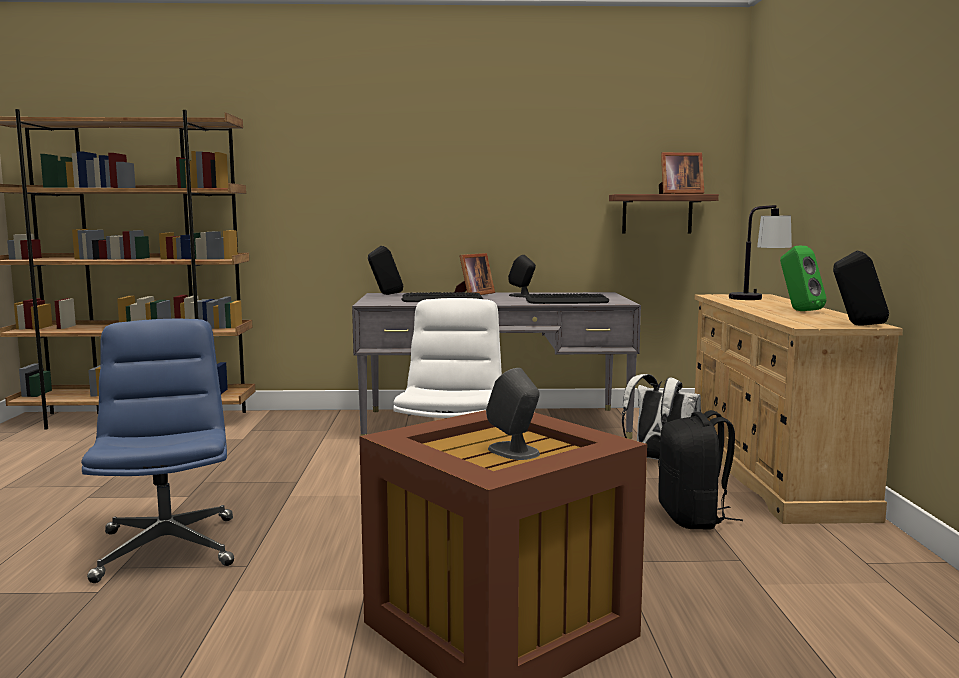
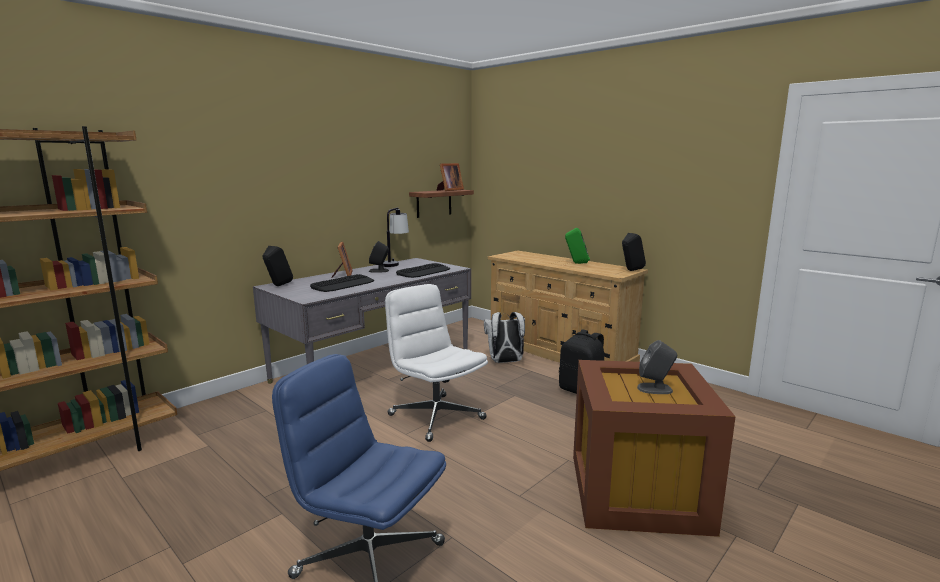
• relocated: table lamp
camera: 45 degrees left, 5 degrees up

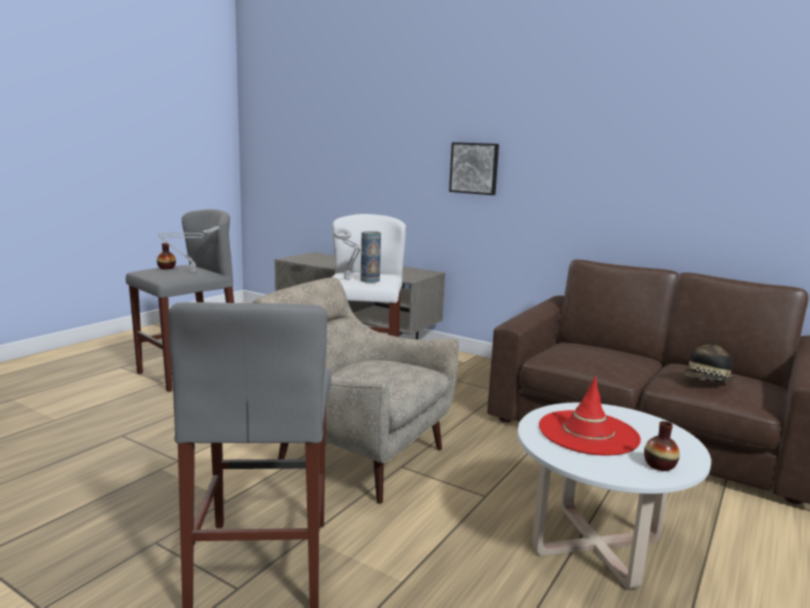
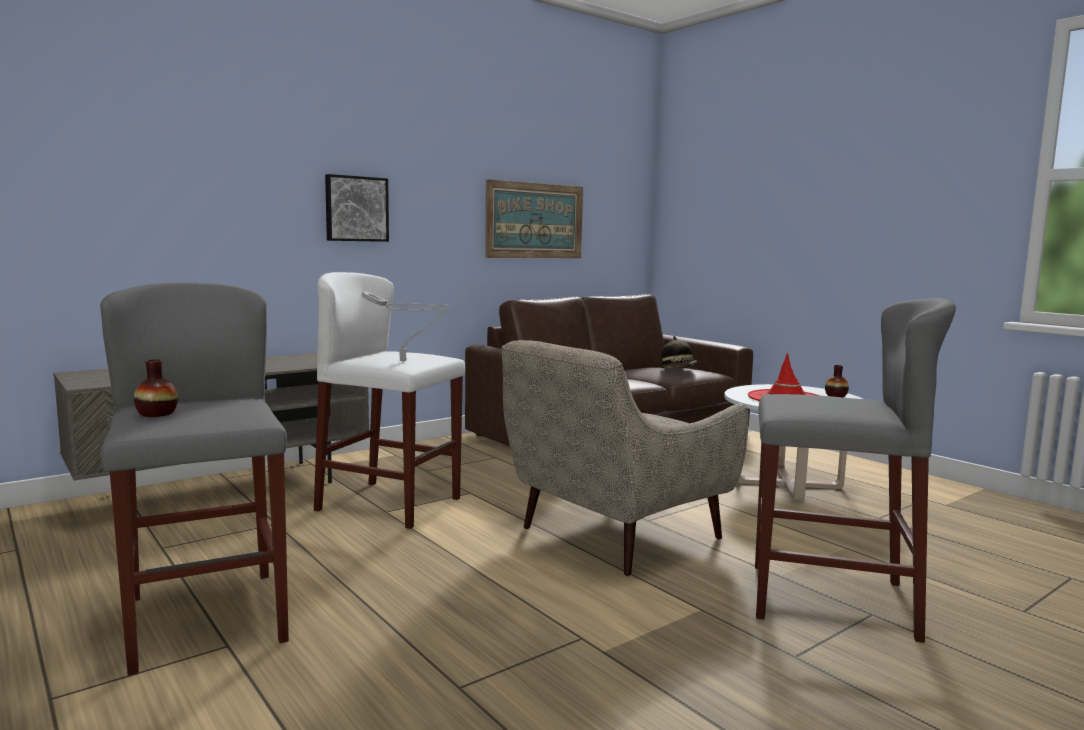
• missing: grey table lamp (no. 1 from left)
• missing: vase (no. 2 from left)
• appeared: picture (no. 2 from left)
camera: 70 degrees left, 5 degrees down

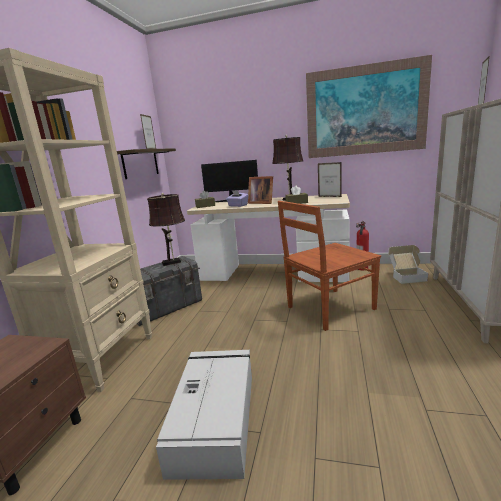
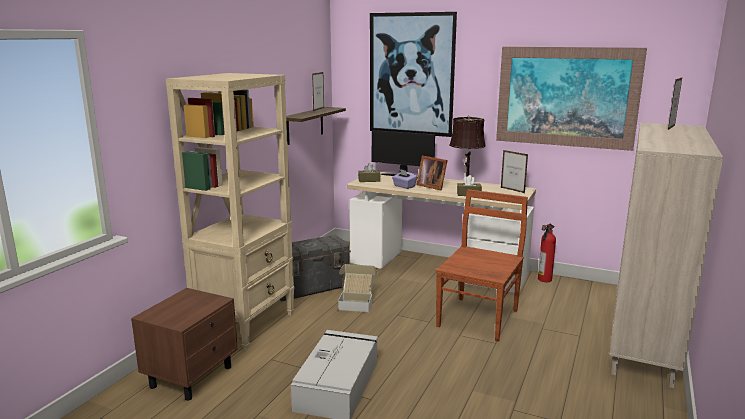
• missing: brown table lamp (no. 1 from left)
• appeared: picture (no. 1 from left)
• relocated: cardboard box
• spun: brown chair 135 degrees clockwise
camera: 10 degrees right, 0 degrees up

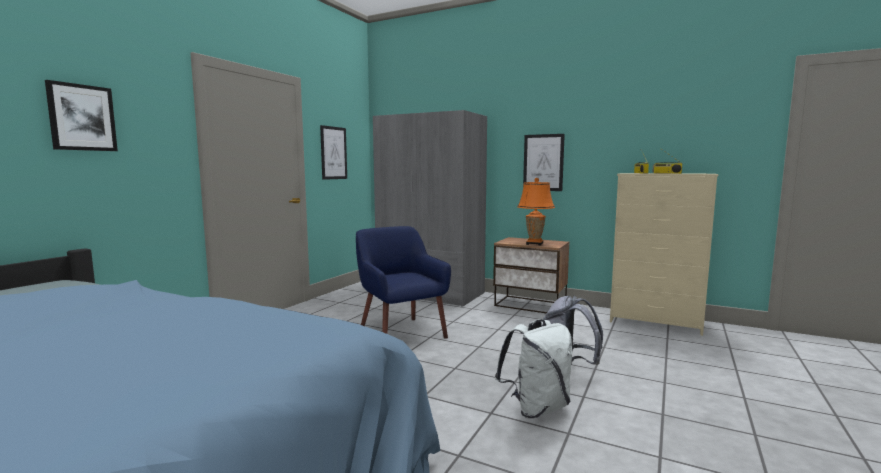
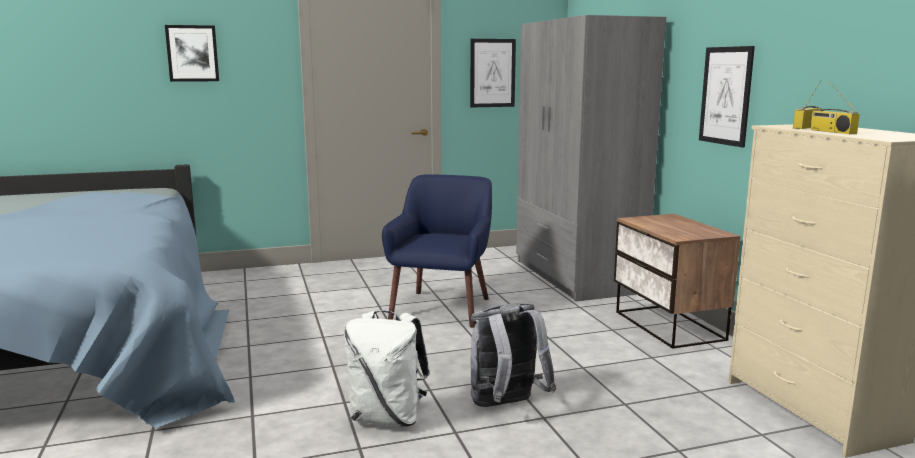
• missing: orange table lamp
camera: 45 degrees right, 5 degrees up

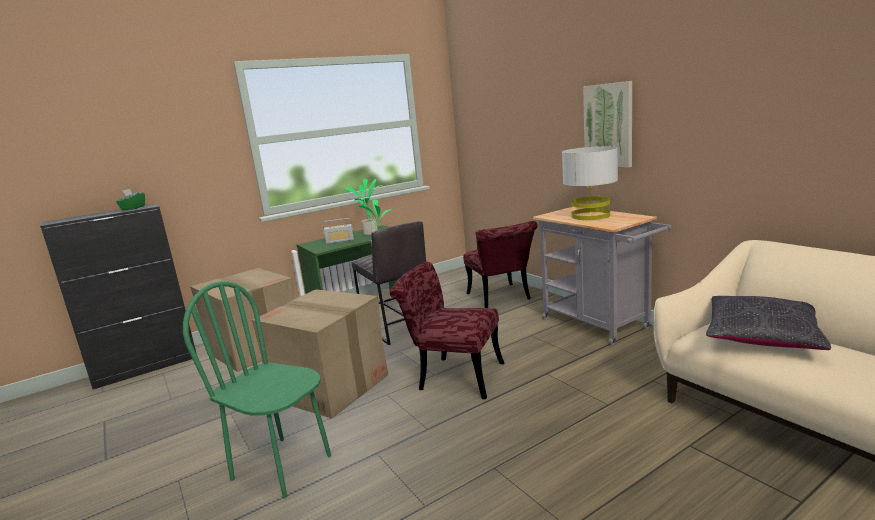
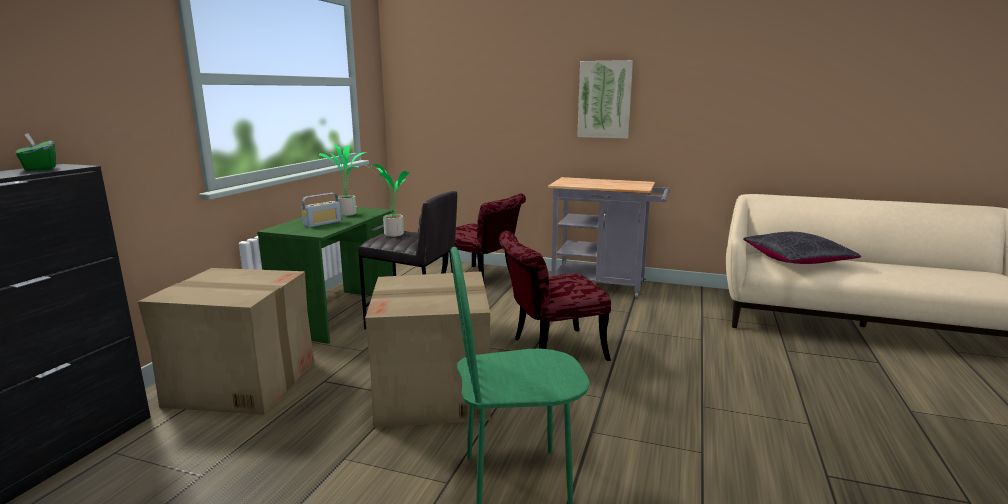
• missing: grey table lamp
camera: 40 degrees left, 0 degrees up

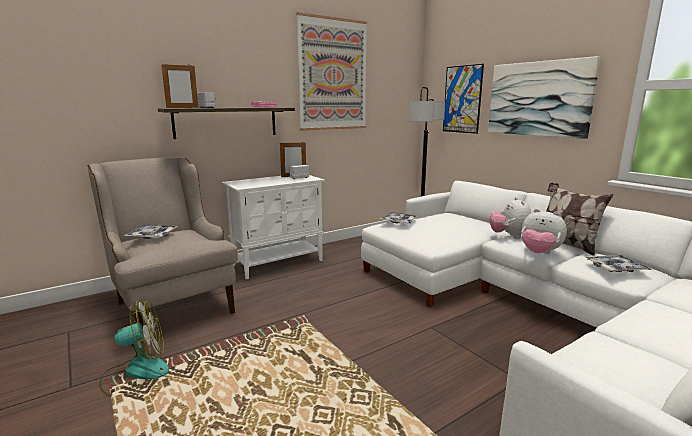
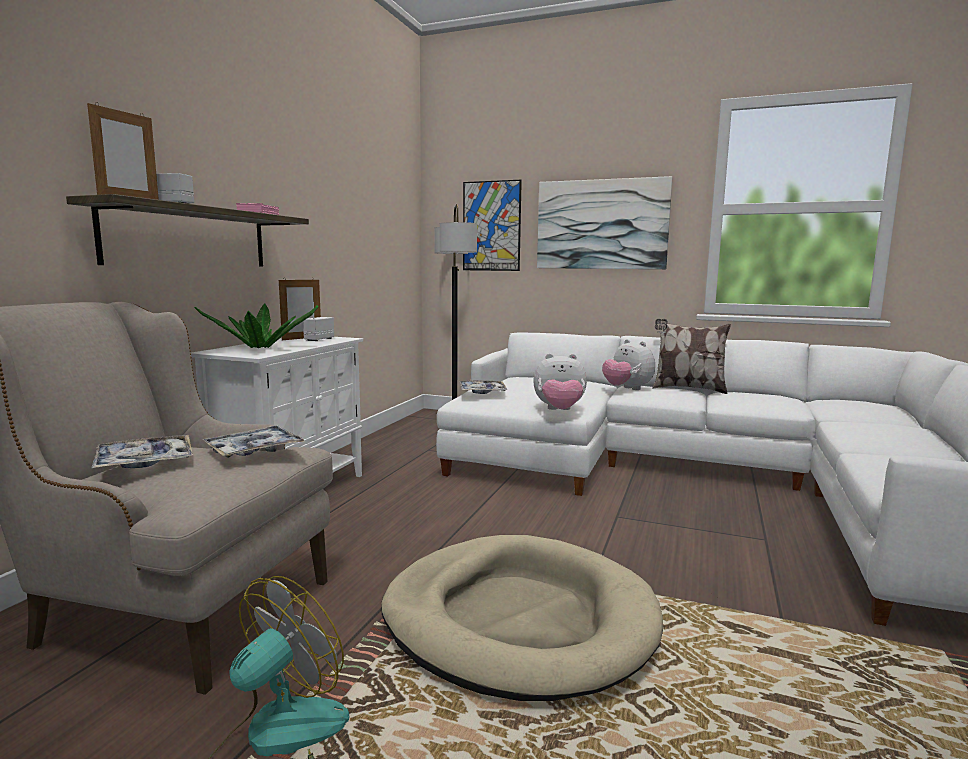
• missing: picture (no. 1 from left)
• appeared: potted plant
• appeared: beige dog bed
• relocated: plush toy (no. 2 from left in the first image) to plush toy (no. 1 from left)
• relocated: tray (no. 3 from left in the first image) to tray (no. 2 from left)
camera: 35 degrees left, 5 degrees down

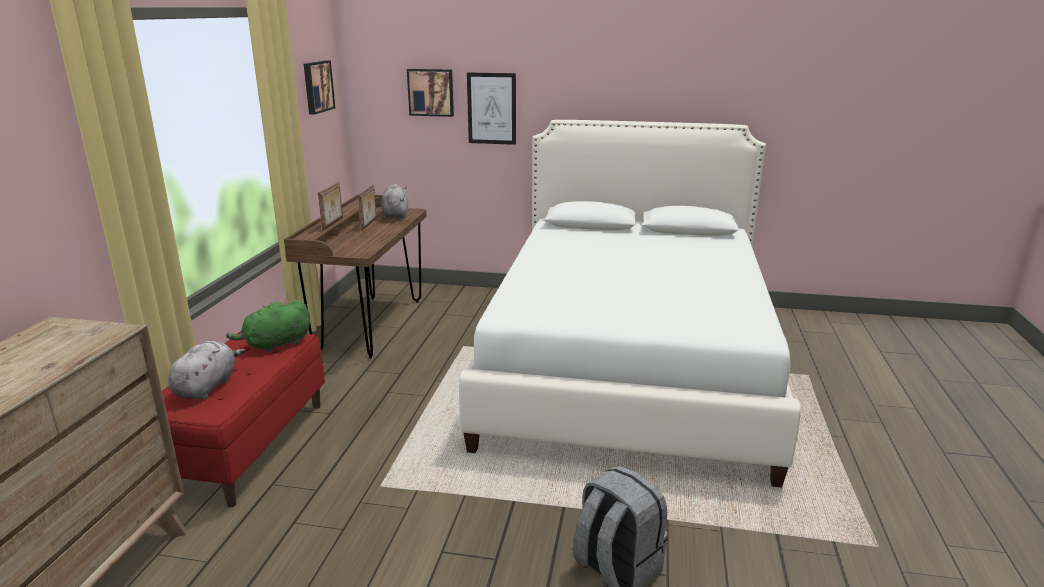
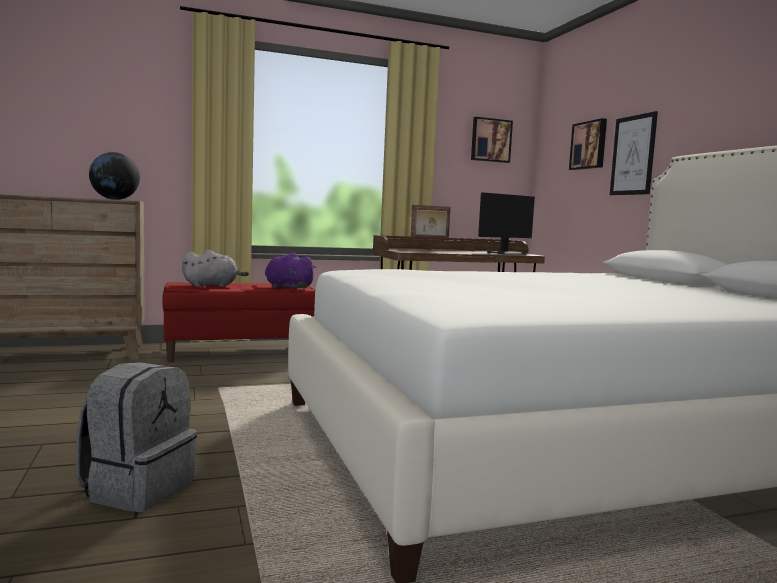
• missing: picture frame (no. 2 from left)
• appeared: globe
• exchanged: grey plush toy (no. 2 from left) to monitor
• colour: green plush toy to purple plush toy
camera: 60 degrees right, 15 degrees down

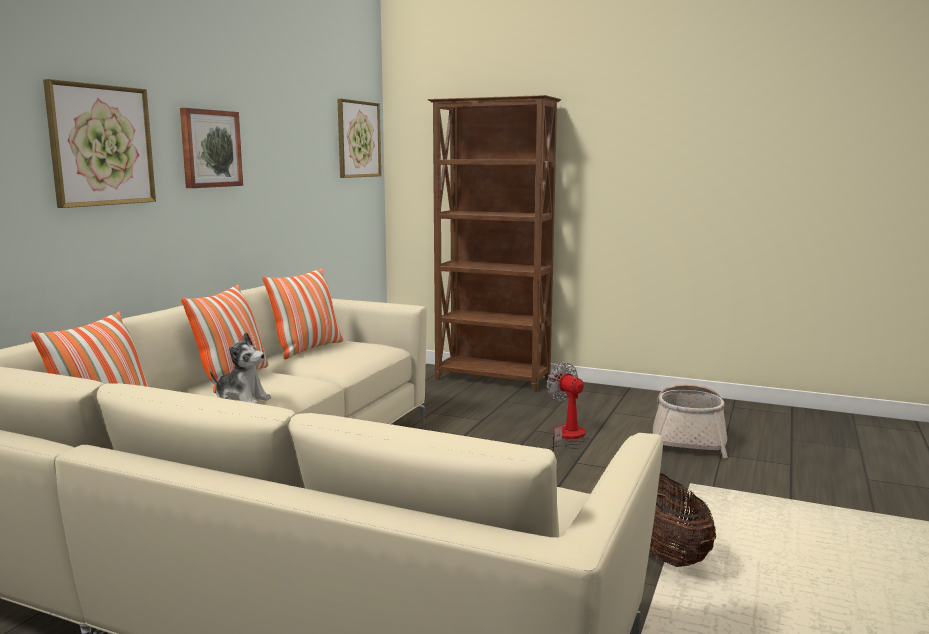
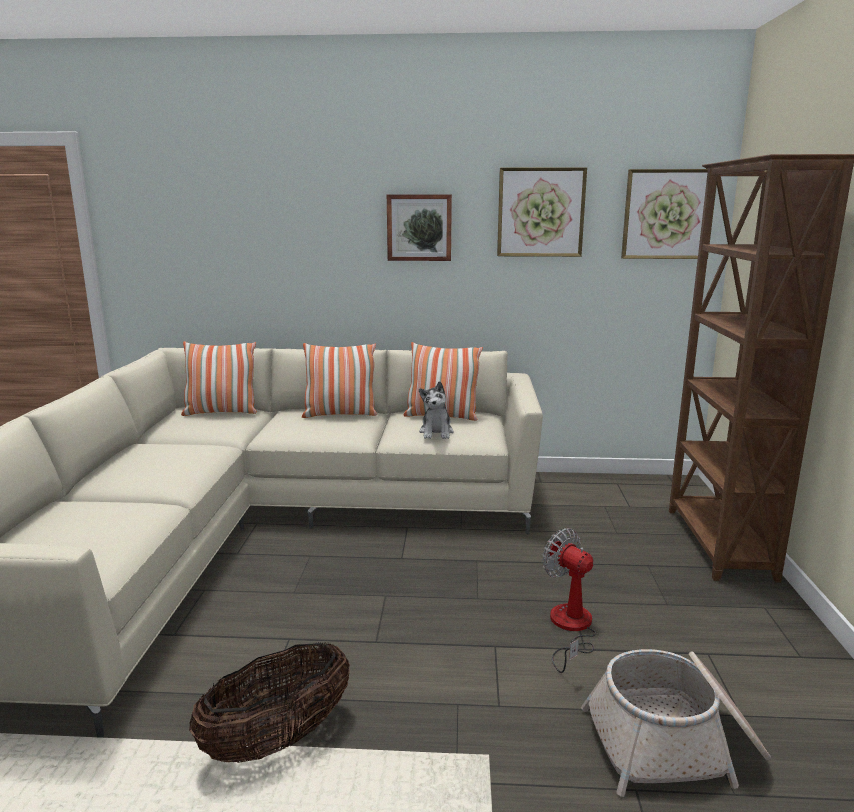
• relocated: picture (no. 1 from left in the first image) to picture (no. 2 from left)
• relocated: plush toy
• spun: fan 75 degrees counterclockwise
camera: 70 degrees right, 5 degrees up

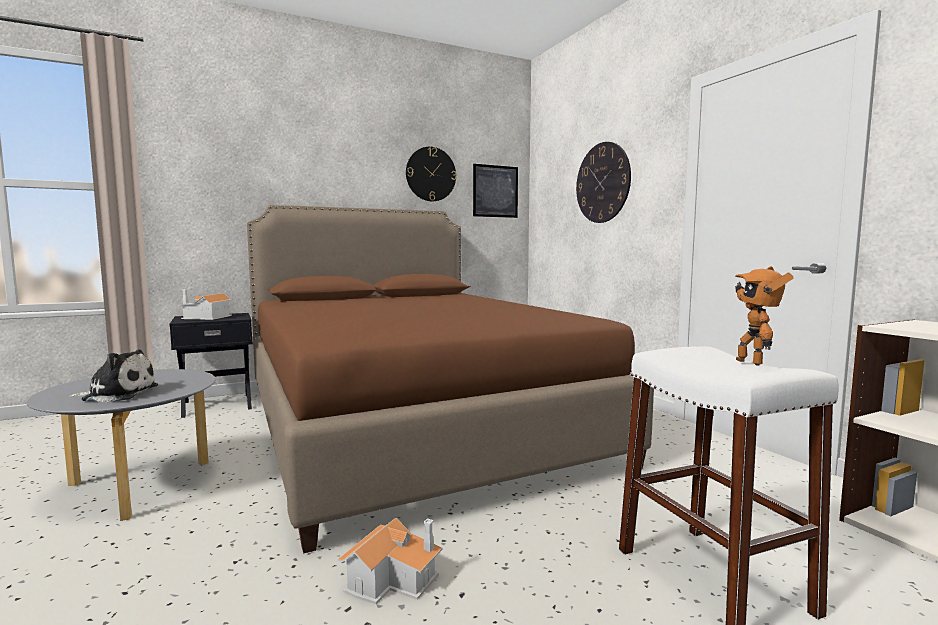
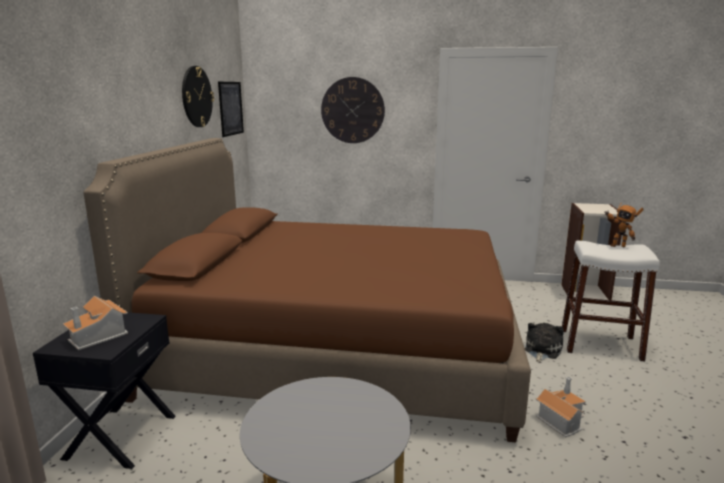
• relocated: plush toy
camera: 55 degrees left, 10 degrees up

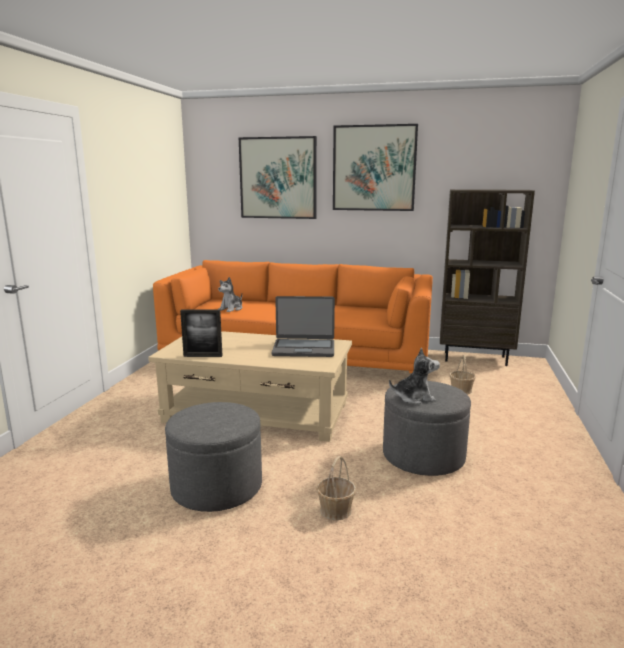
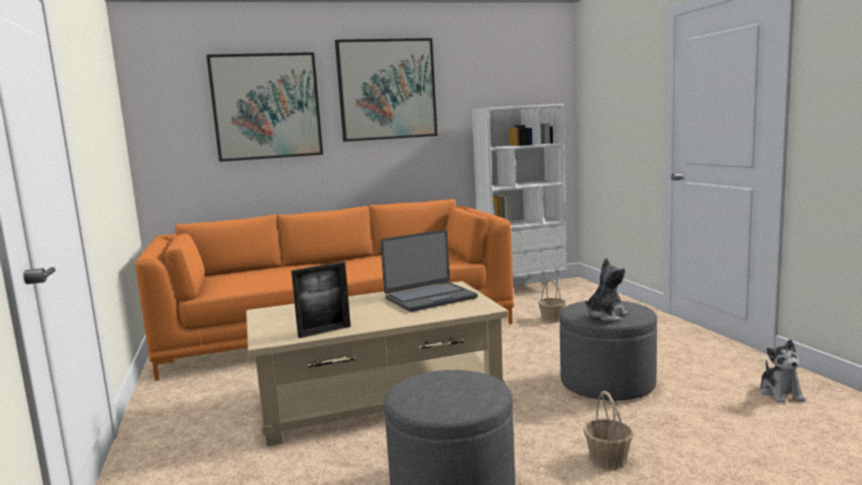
• relocated: plush toy (no. 1 from left in the first image) to plush toy (no. 2 from left)
• colour: brown bookcase to white bookcase
camera: 30 degrees left, 5 degrees down

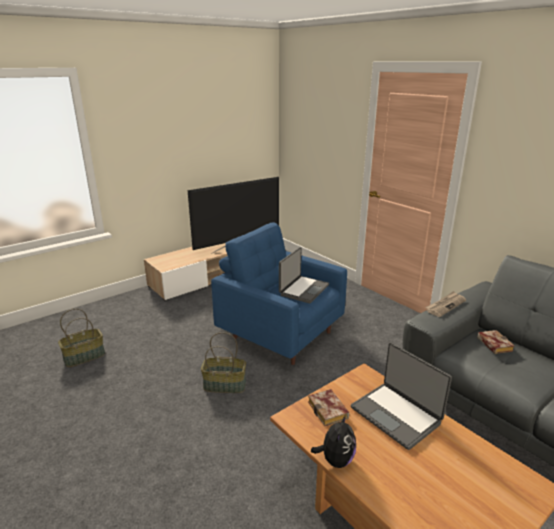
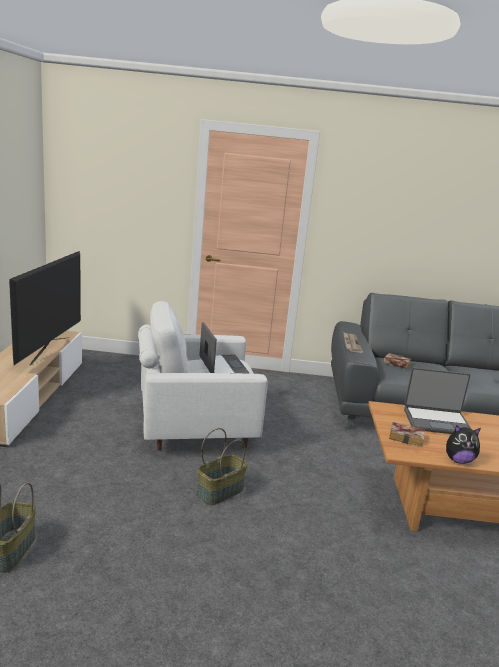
• colour: blue armchair to white armchair
• spun: plush toy 120 degrees clockwise
camera: 50 degrees left, 5 degrees down

